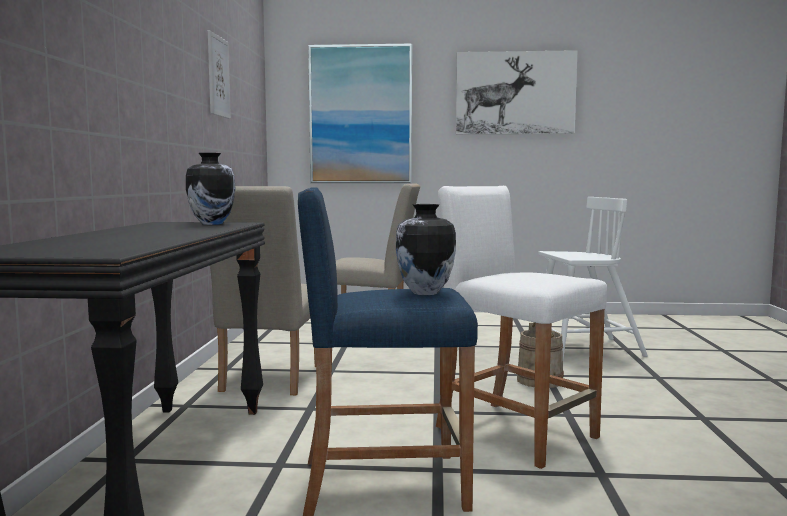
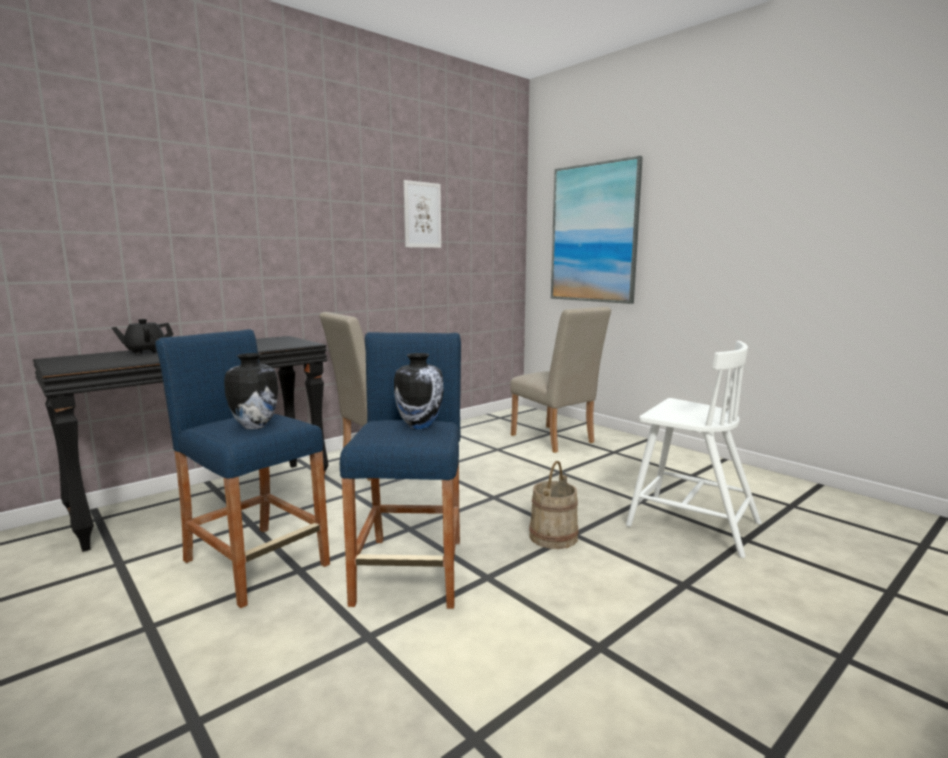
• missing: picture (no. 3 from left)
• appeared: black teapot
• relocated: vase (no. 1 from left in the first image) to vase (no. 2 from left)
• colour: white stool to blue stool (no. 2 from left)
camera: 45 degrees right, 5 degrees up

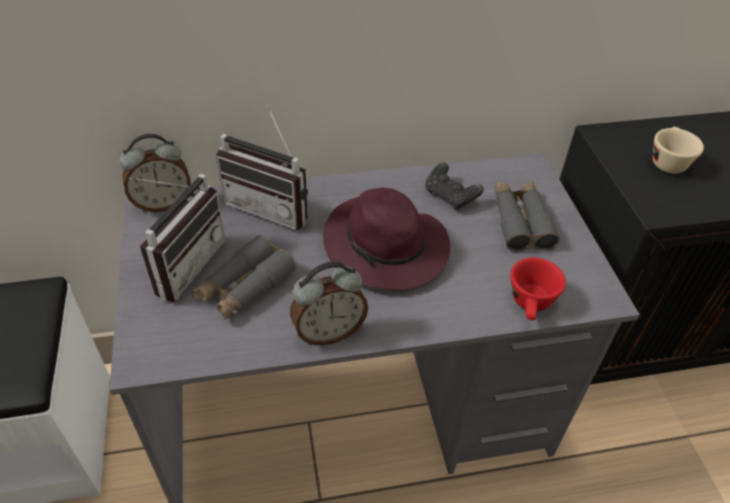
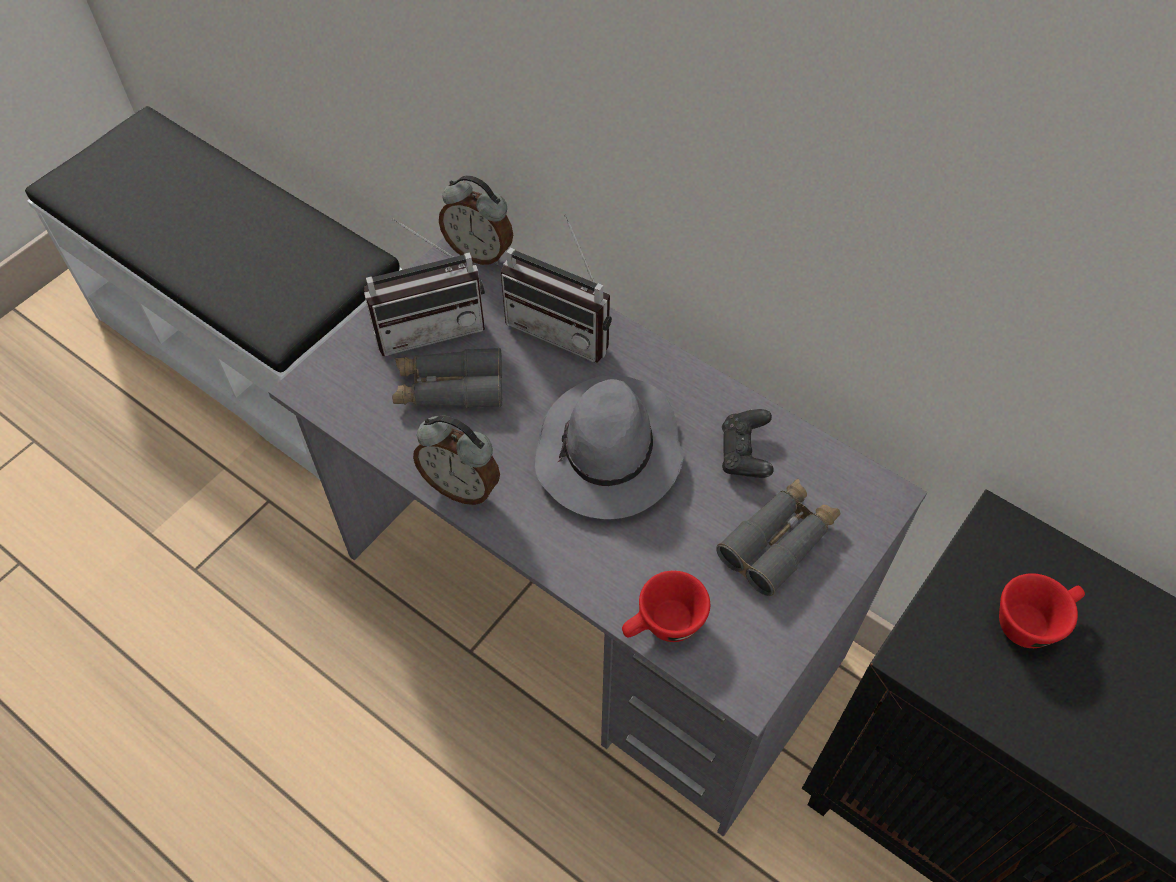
• colour: purple hat to grey hat
• colour: beige cup to red cup (no. 2 from left)
• spun: radio (no. 2 from left) 45 degrees counterclockwise
camera: 50 degrees right, 10 degrees up

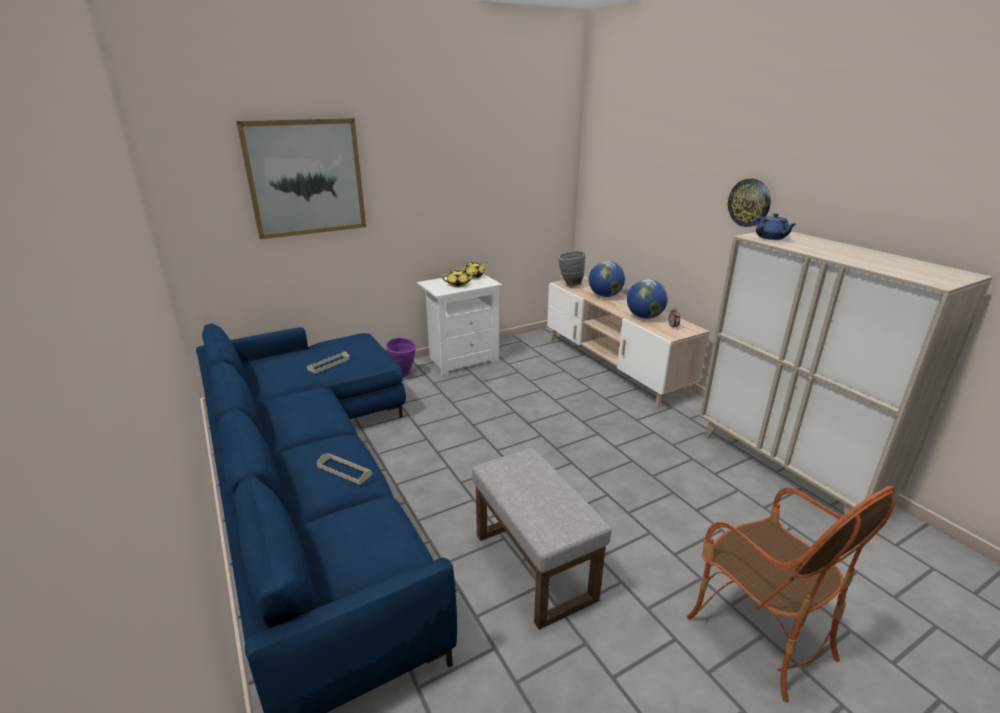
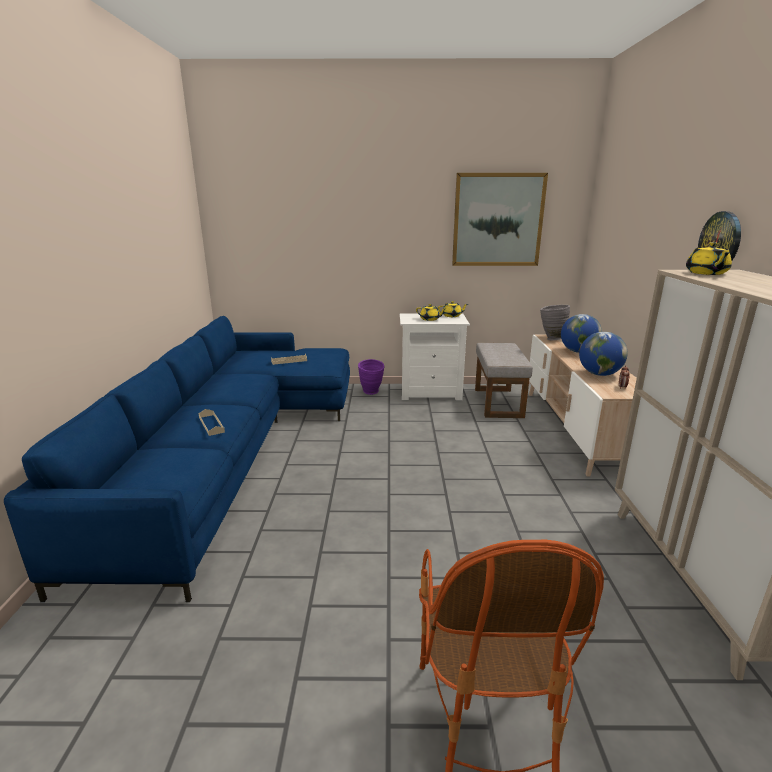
• relocated: picture
• relocated: grey ottoman
• colour: blue teapot to yellow teapot (no. 3 from left)
camera: 30 degrees right, 5 degrees down

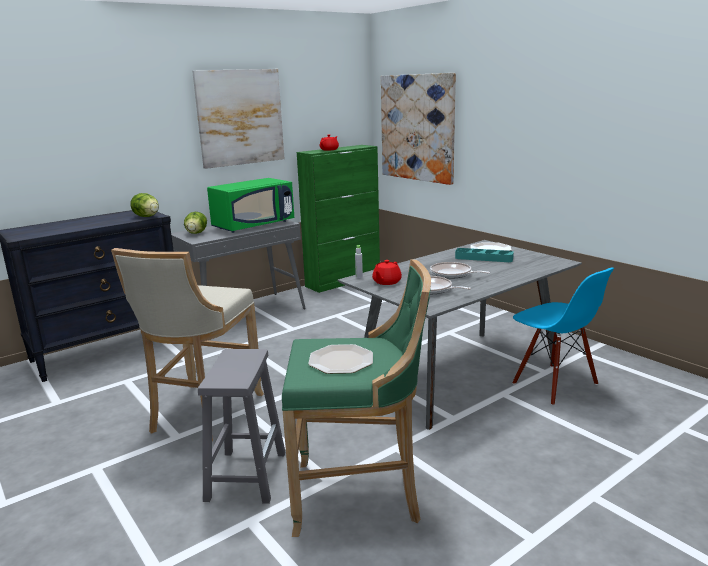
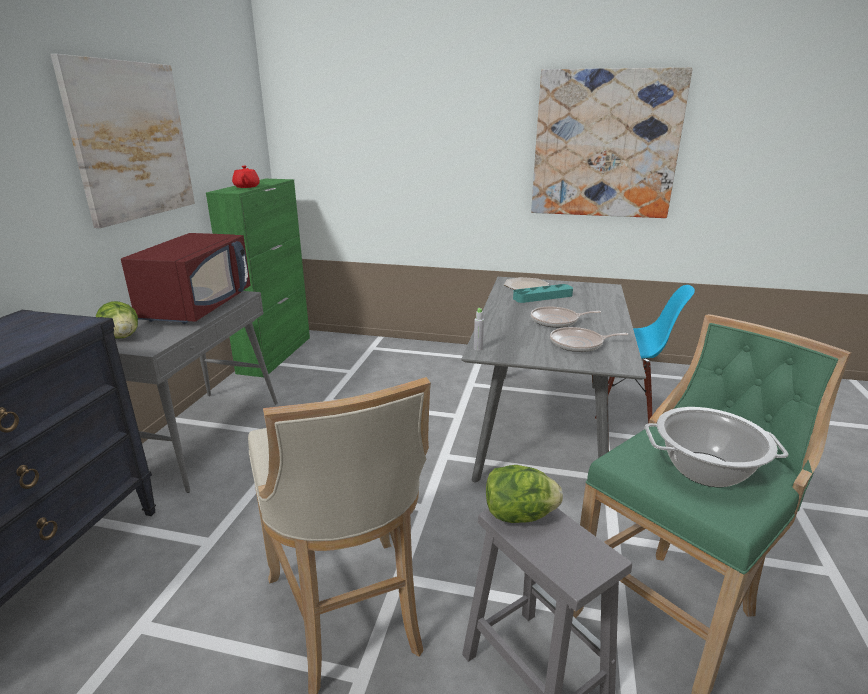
• missing: red teapot (no. 2 from left)
• relocated: lettuce (no. 1 from left in the first image) to lettuce (no. 2 from left)
• relocated: picture (no. 2 from left)
• exchanged: plate (no. 1 from left) to cooking pot
• colour: green microwave to red microwave
camera: 40 degrees left, 5 degrees up

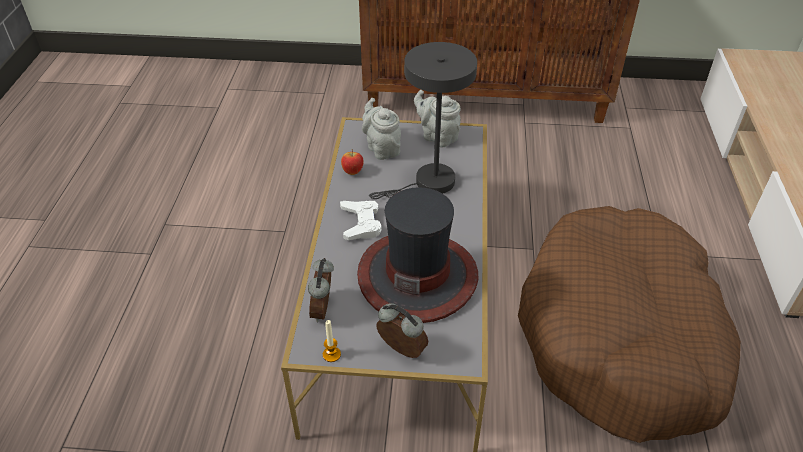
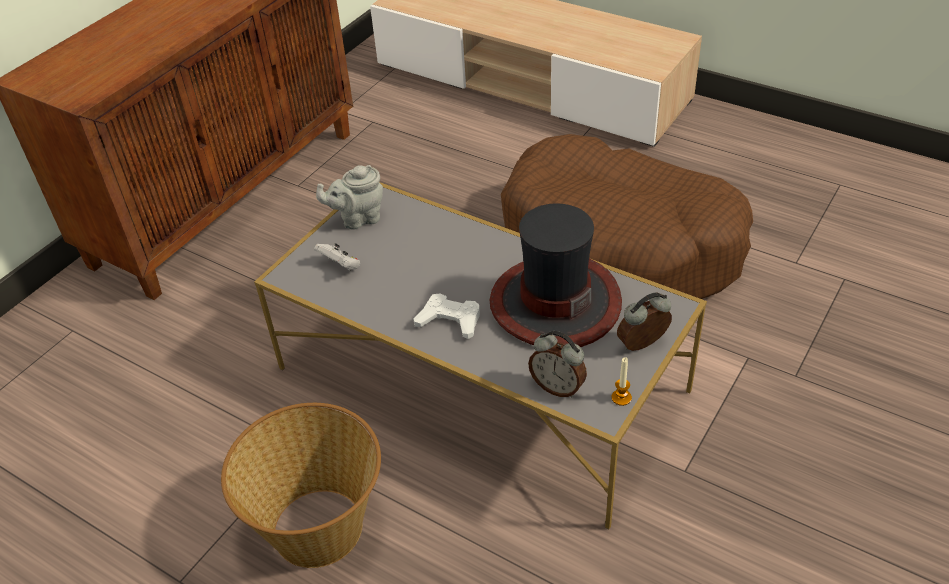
• missing: apple
• missing: grey table lamp
• appeared: basket
• exchanged: grey teapot (no. 1 from left) to white game controller (no. 1 from left)
camera: 60 degrees left, 0 degrees up

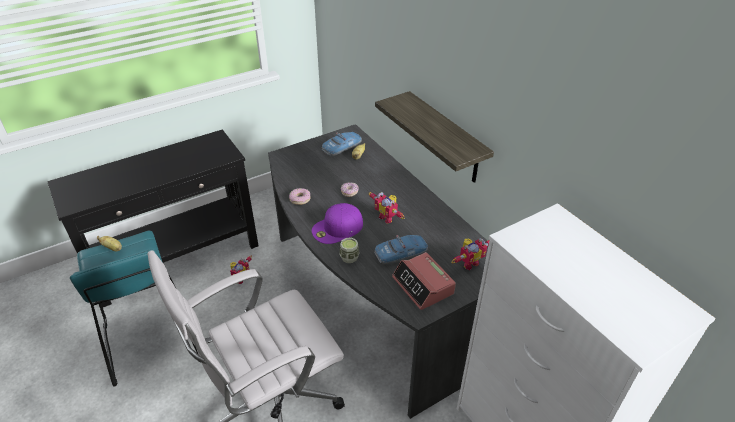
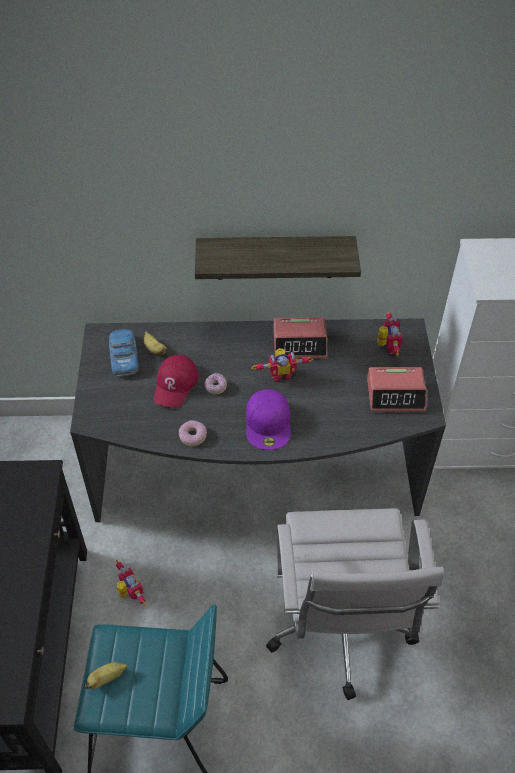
• missing: cup
• missing: toy car (no. 2 from left)
• appeared: red cap
• appeared: alarm clock (no. 1 from left)
camera: 60 degrees left, 10 degrees up

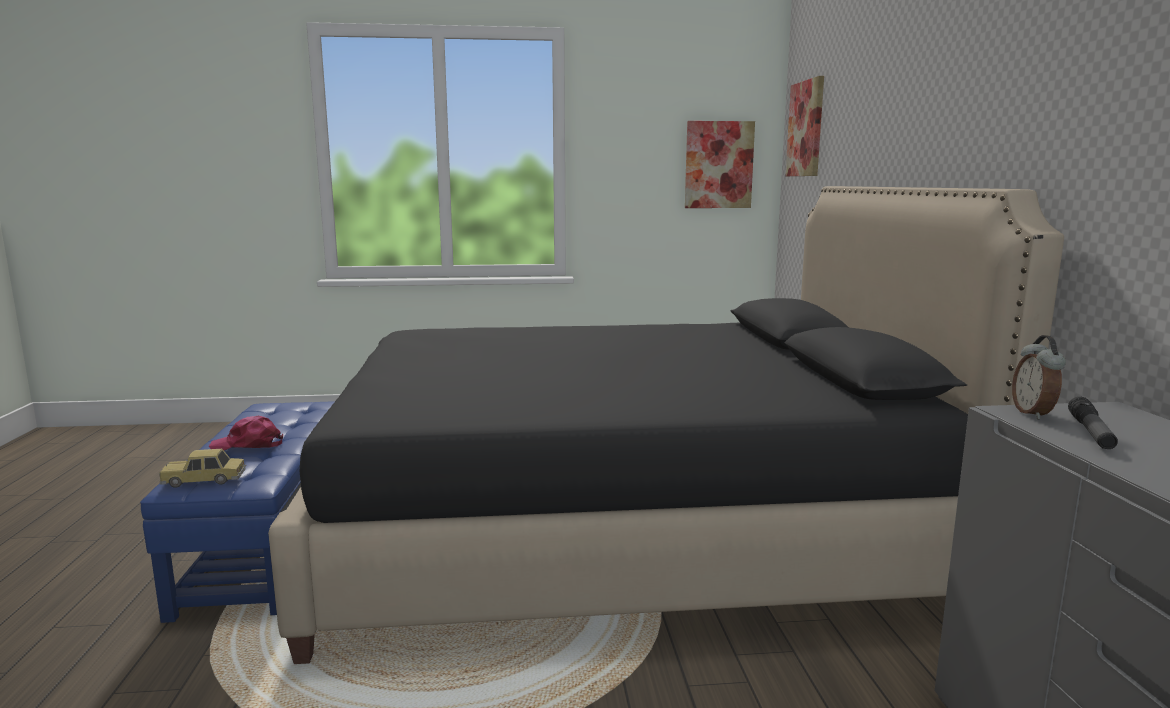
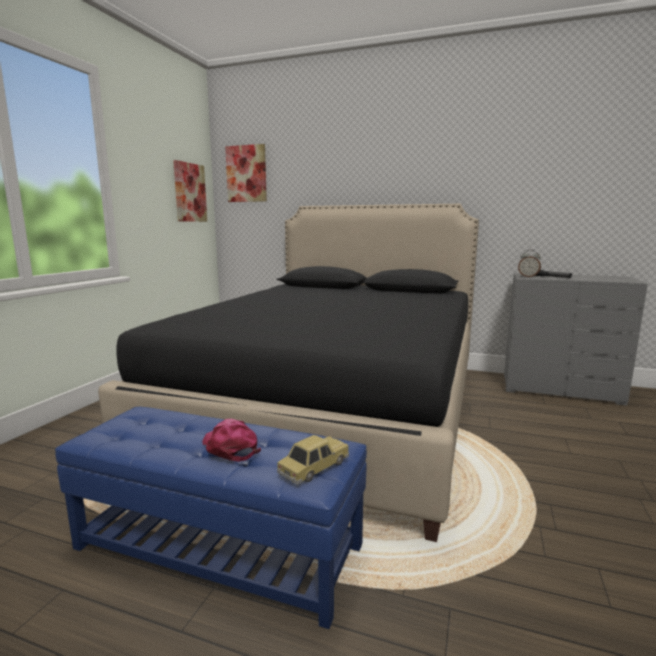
• spun: toy car 150 degrees counterclockwise
• spun: pink cap 120 degrees clockwise
camera: 65 degrees left, 0 degrees up

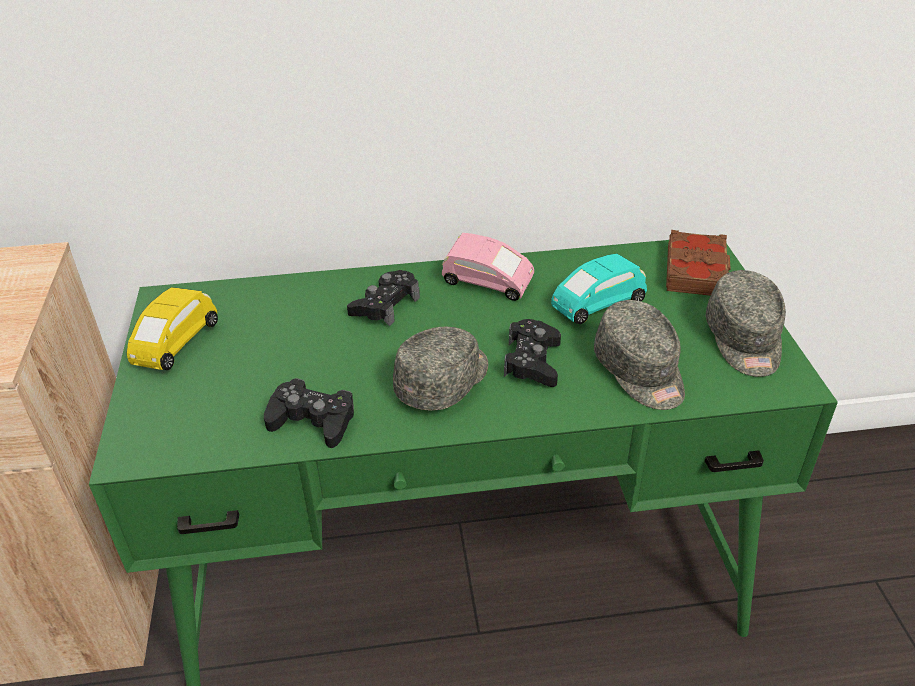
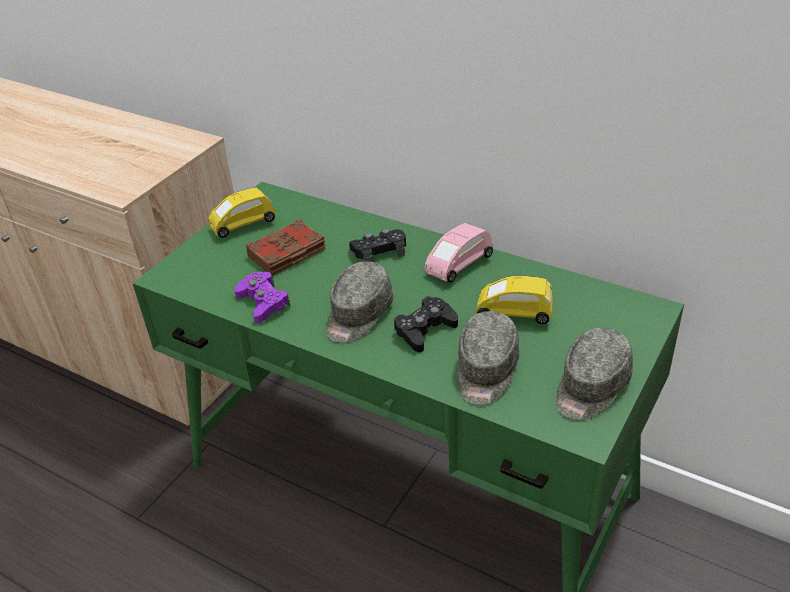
• relocated: brown book
• colour: black game controller (no. 1 from left) to purple game controller
• colour: turquoise toy car to yellow toy car (no. 2 from left)
• spun: grey cap (no. 1 from left) 135 degrees clockwise
• spun: pink toy car 75 degrees clockwise
camera: 40 degrees right, 0 degrees up

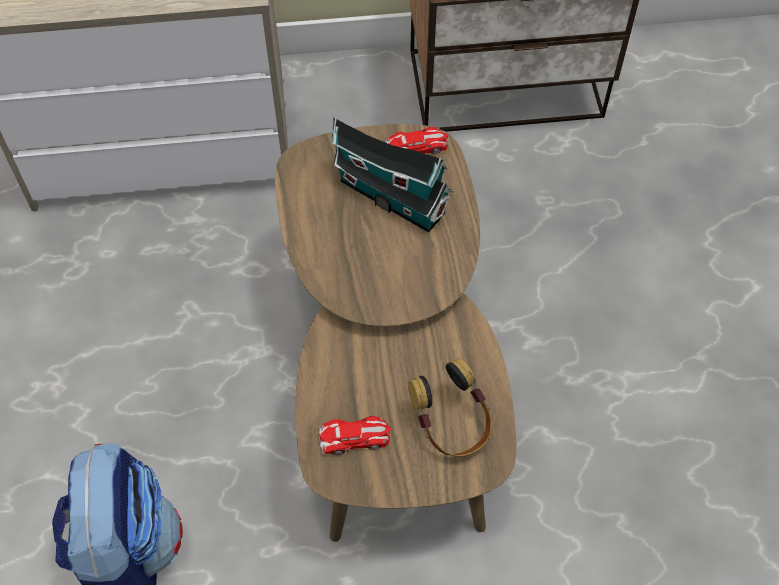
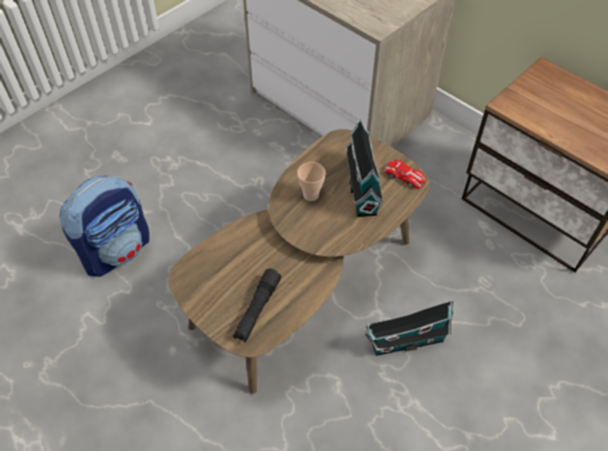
• missing: toy car (no. 1 from left)
• appeared: cup
• appeared: toy house (no. 2 from left)
• exchanged: headphones to black flashlight
camera: 50 degrees right, 5 degrees down

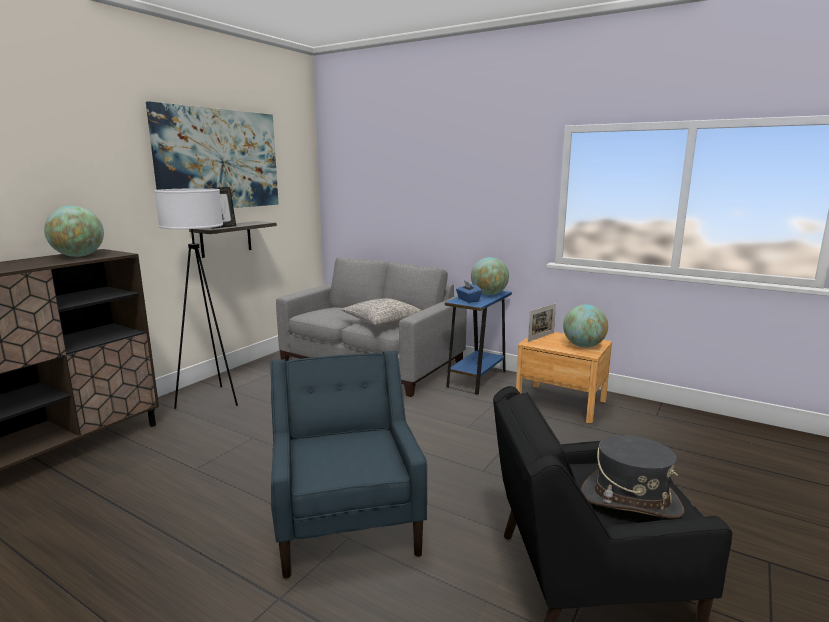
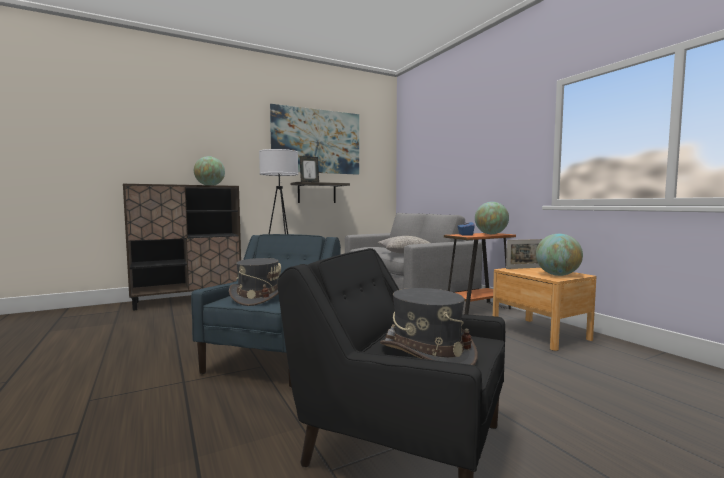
• appeared: grey hat (no. 1 from left)
• colour: blue side table to orange side table
camera: 30 degrees right, 10 degrees down

